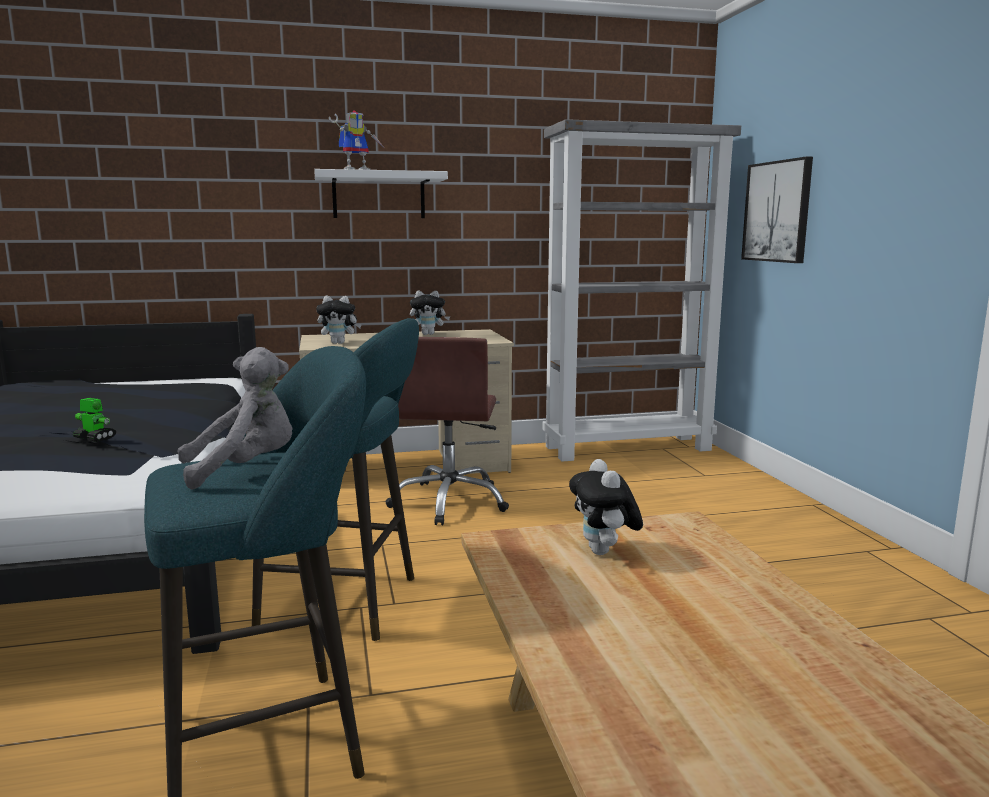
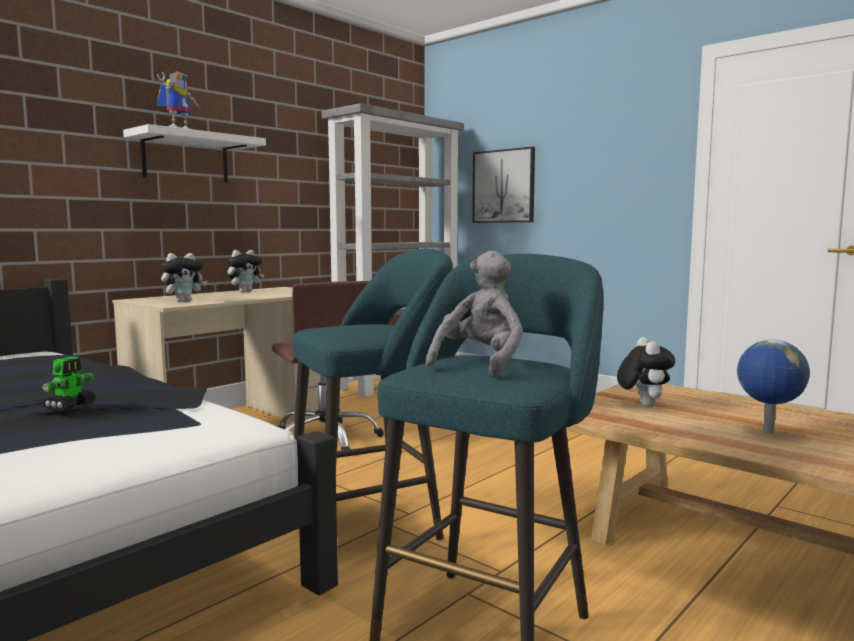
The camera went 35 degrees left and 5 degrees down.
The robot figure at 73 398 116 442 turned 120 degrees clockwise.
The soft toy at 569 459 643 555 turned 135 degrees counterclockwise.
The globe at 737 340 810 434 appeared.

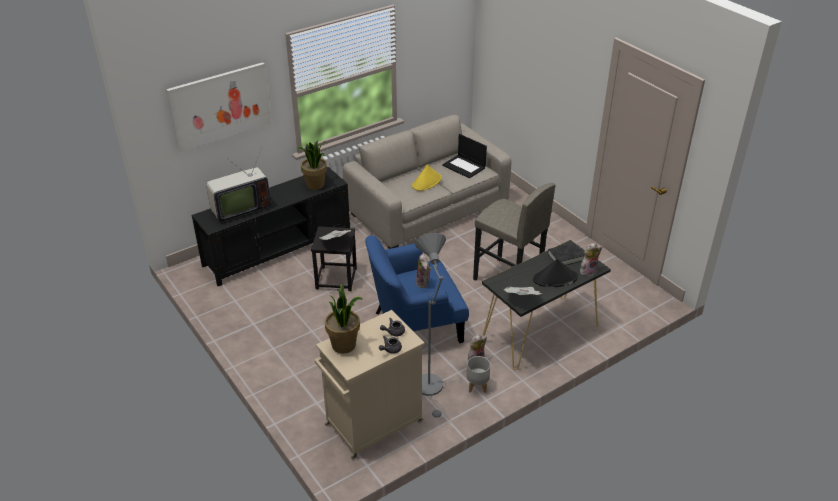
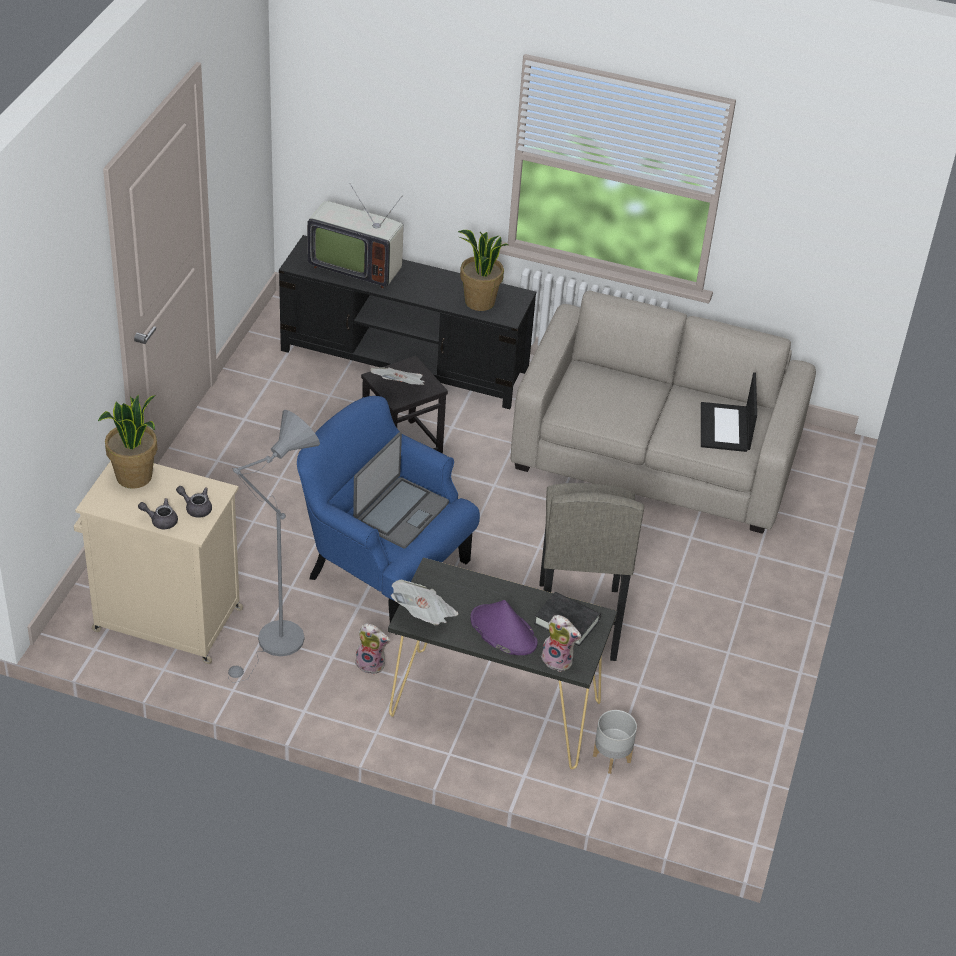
The camera went 50 degrees right and 5 degrees up.
The picture at 166 62 272 152 disappeared.
The yellowish clothing hat at 412 164 442 191 disappeared.
The soft toy at 416 254 432 288 was replaced by the laptop at 353 432 449 548.
The black clothing hat at 533 259 578 287 became the purple-coloured clothing hat at 470 600 537 655.
The greyish plant pot moved from 467 356 490 393 to 593 710 637 774.

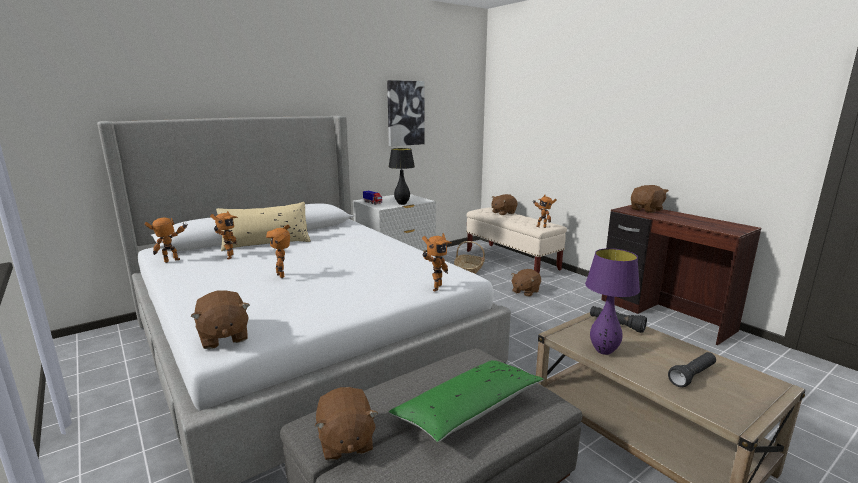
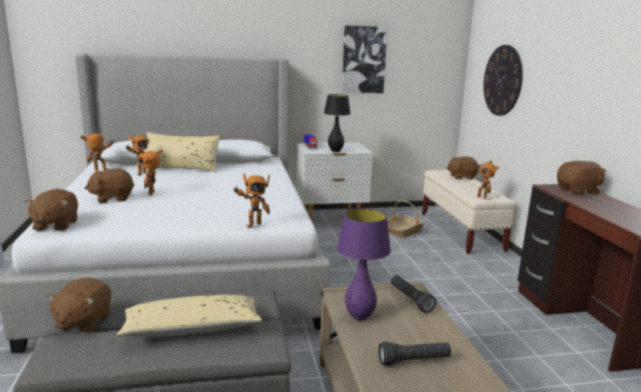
The camera went 25 degrees right and 0 degrees up.
The brownish soft toy moved from 511 269 541 297 to 85 169 134 203.
The green-coloured throw pillow at 389 360 544 442 became the beige throw pillow at 117 295 262 337.
The hanging clock at 483 45 523 116 appeared.

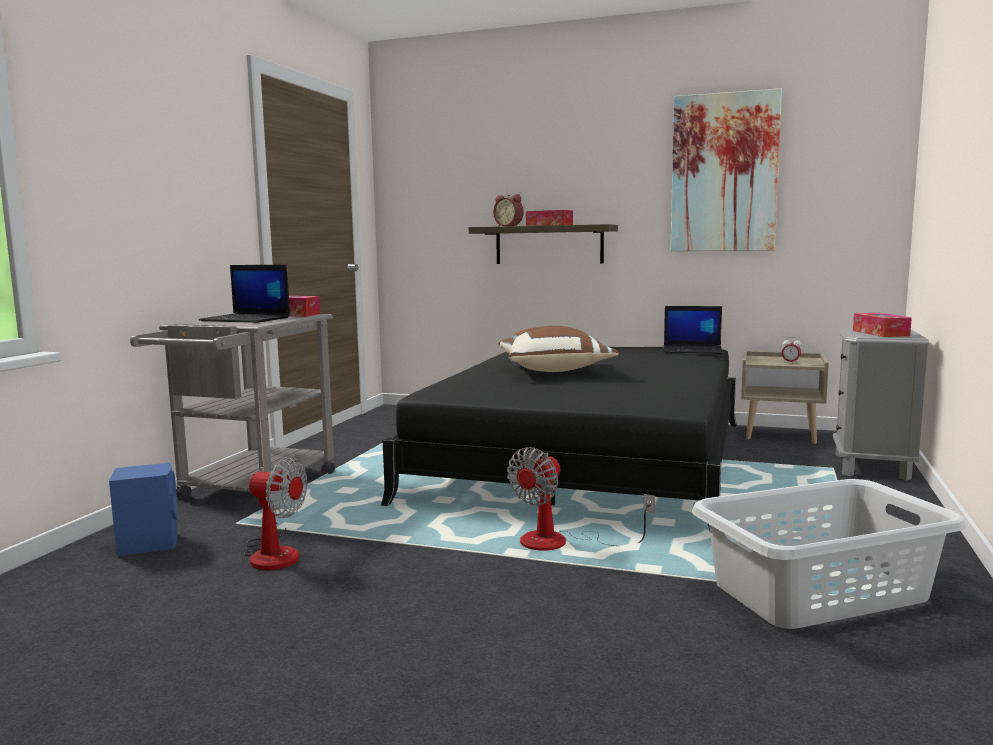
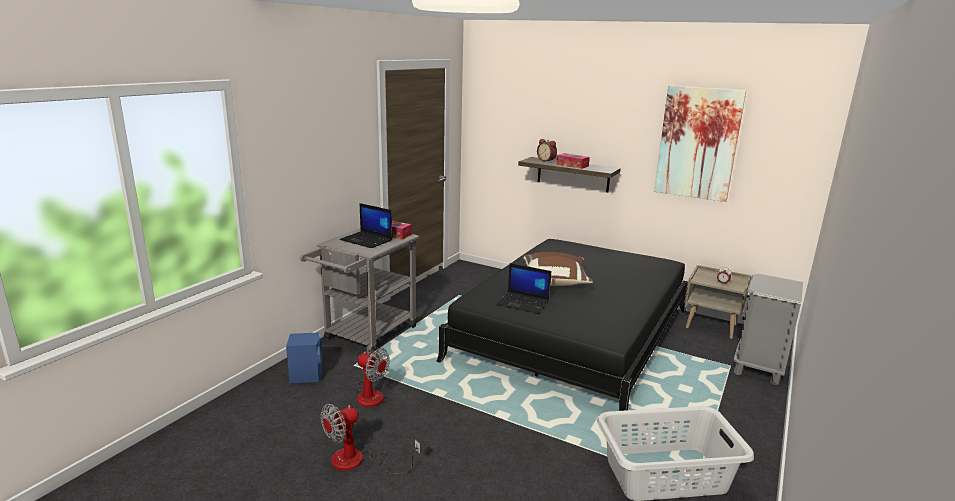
The camera went 10 degrees right and 10 degrees up.
The laptop moved from 663 306 723 354 to 496 263 551 314.
The tissue holder at 853 313 912 337 disappeared.
The fan moved from 507 447 655 551 to 321 404 420 475.

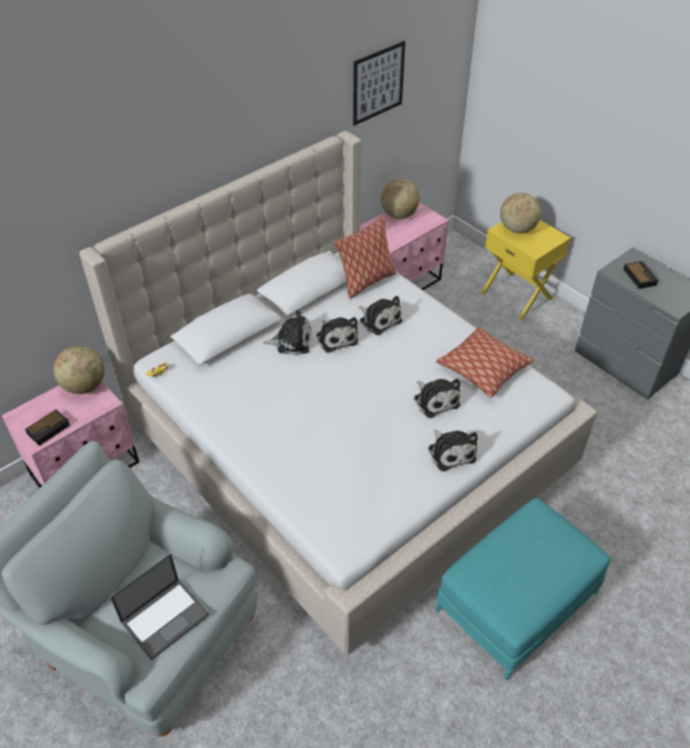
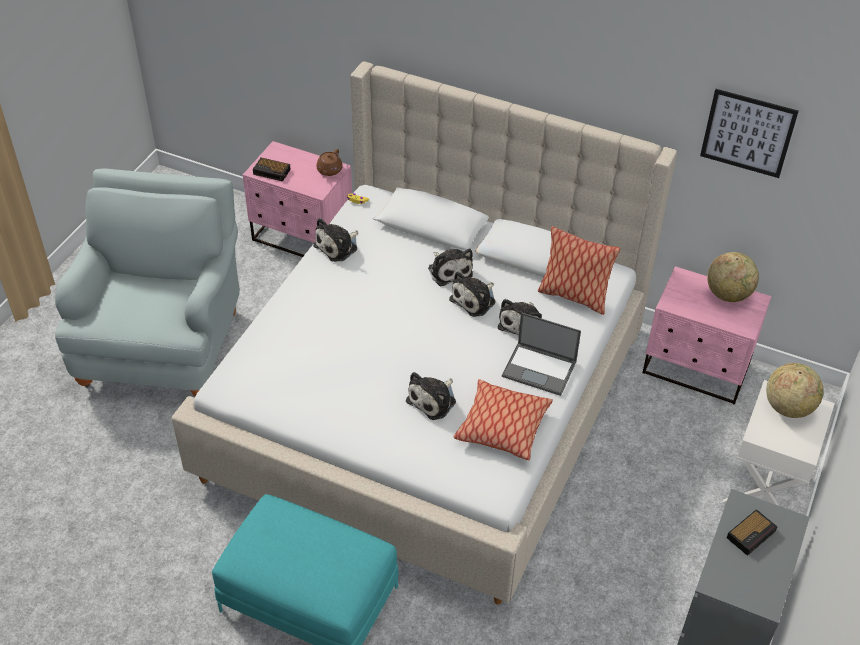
The camera went 65 degrees right and 0 degrees up.
The yellowish night table at 481 220 571 320 became the white-coloured night table at 723 380 835 506.
The globe at 53 345 105 394 was replaced by the brownish pot for tea at 316 149 343 176.
The soft toy moved from 428 430 477 472 to 313 218 358 262.
The laptop moved from 110 553 209 660 to 502 312 581 396.

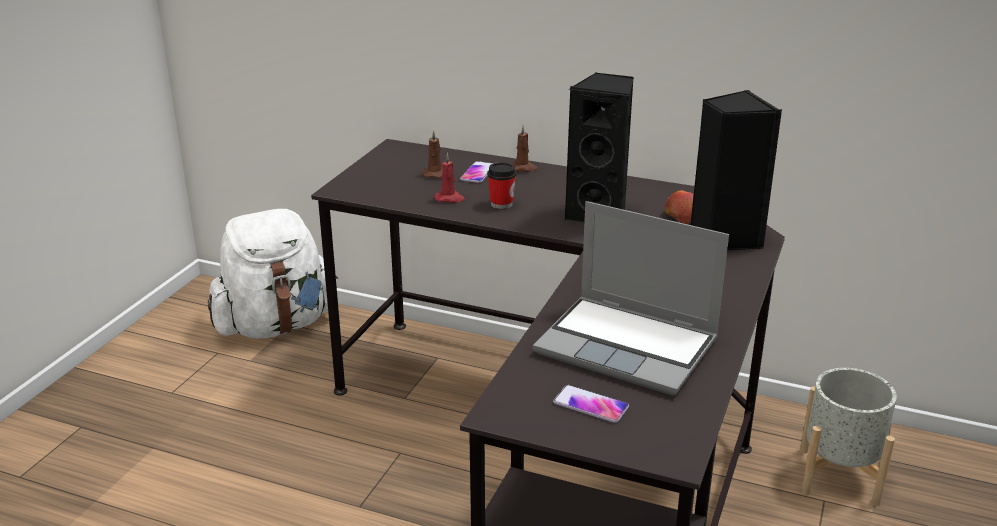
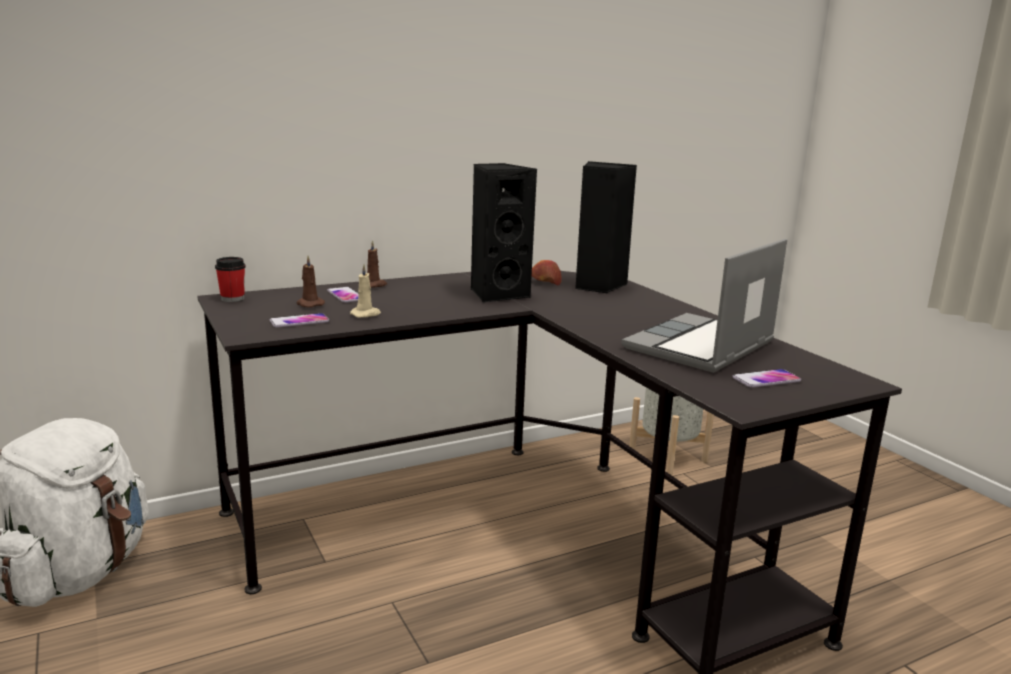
The camera went 50 degrees left and 10 degrees down.
The reddish candle at 434 153 465 203 became the beige candle at 350 264 381 318.
The cup moved from 487 162 516 209 to 215 257 246 302.
The laptop at 533 201 729 395 turned 150 degrees clockwise.
The phone at 270 313 329 328 appeared.

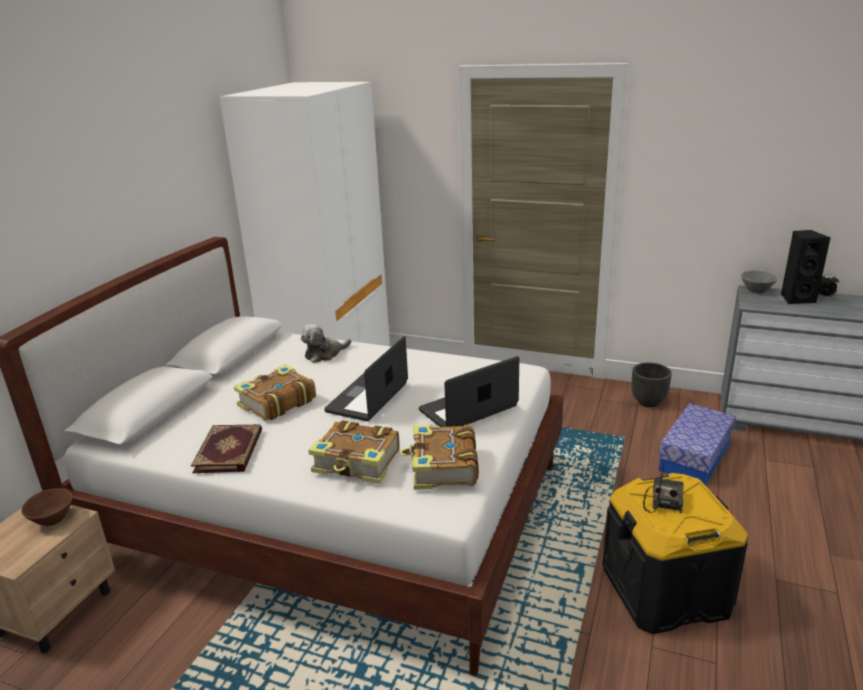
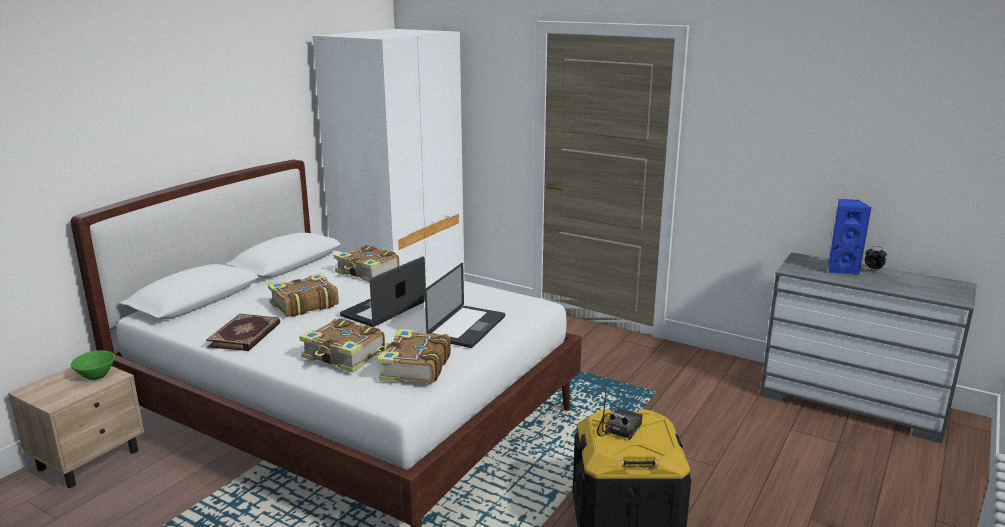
The camera went 10 degrees right and 5 degrees down.
The black speaker at 781 230 831 304 became the blue-coloured speaker at 828 199 871 274.
The greyish bowl at 741 270 778 293 disappeared.
The soft toy at 301 324 351 363 was replaced by the bound book at 334 245 399 282.
The laptop at 419 356 519 427 turned 135 degrees clockwise.
The black plant pot at 632 362 672 407 disappeared.
The storage bin at 658 403 736 485 disappeared.
The brownish bowl at 21 488 73 526 became the green-coloured bowl at 71 350 115 380.

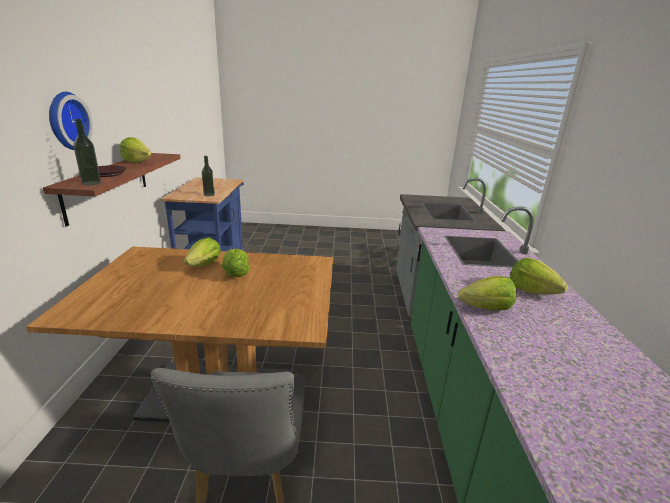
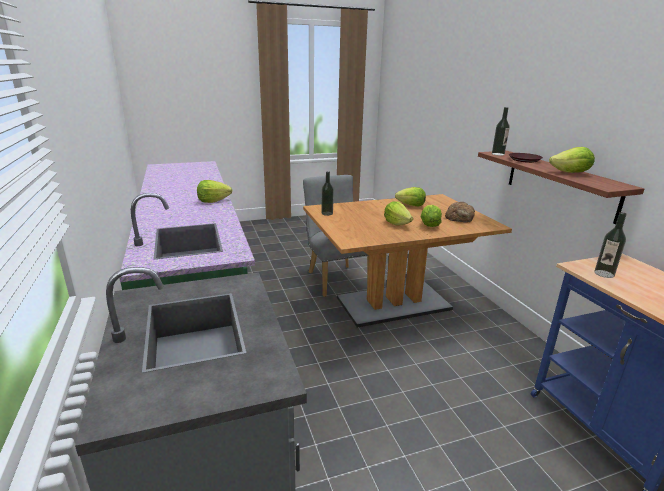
The camera went 160 degrees right and 0 degrees up.
The hanging clock at 49 92 93 150 disappeared.
The lettuce moved from 510 258 568 295 to 395 187 426 206.
The beverage bottle at 321 171 334 216 appeared.
The bread at 445 202 475 222 appeared.

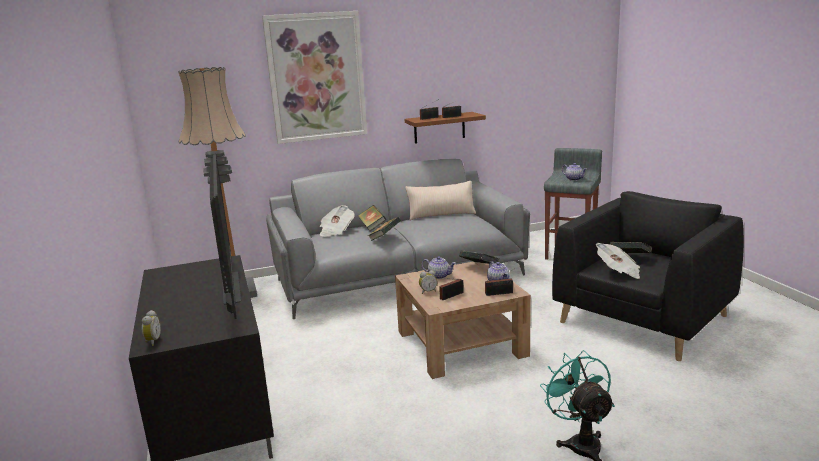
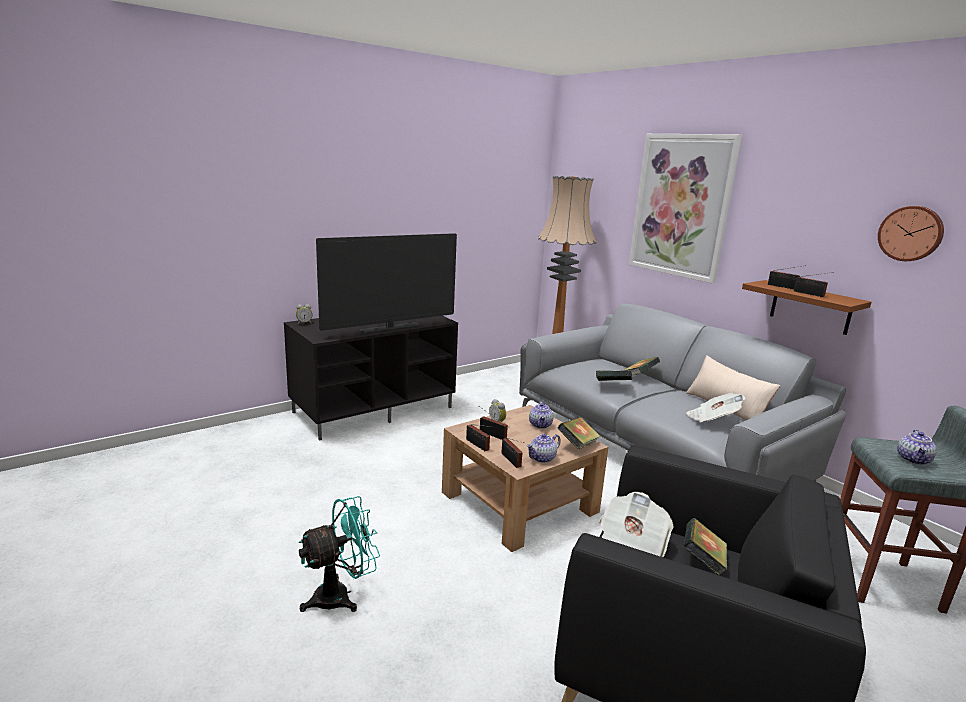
The camera went 70 degrees right and 0 degrees up.
The printed paper moved from 320 205 355 237 to 686 393 746 423.
The hanging clock at 878 206 944 261 appeared.
The radio at 466 424 492 451 appeared.

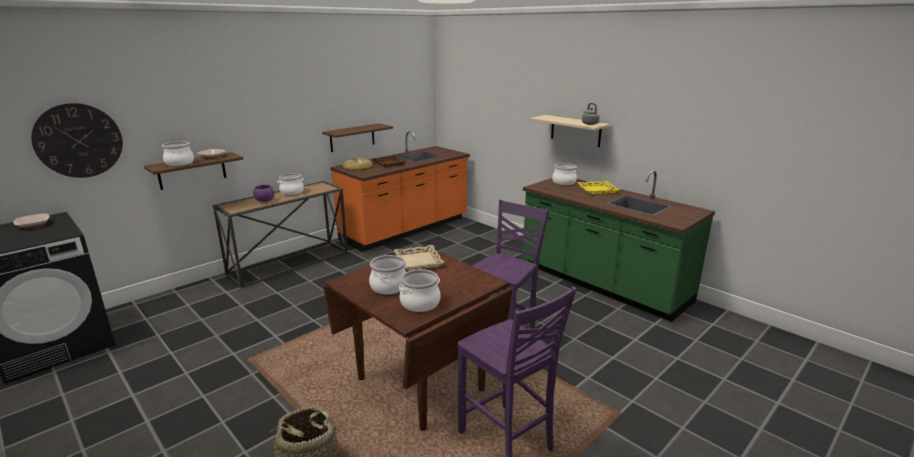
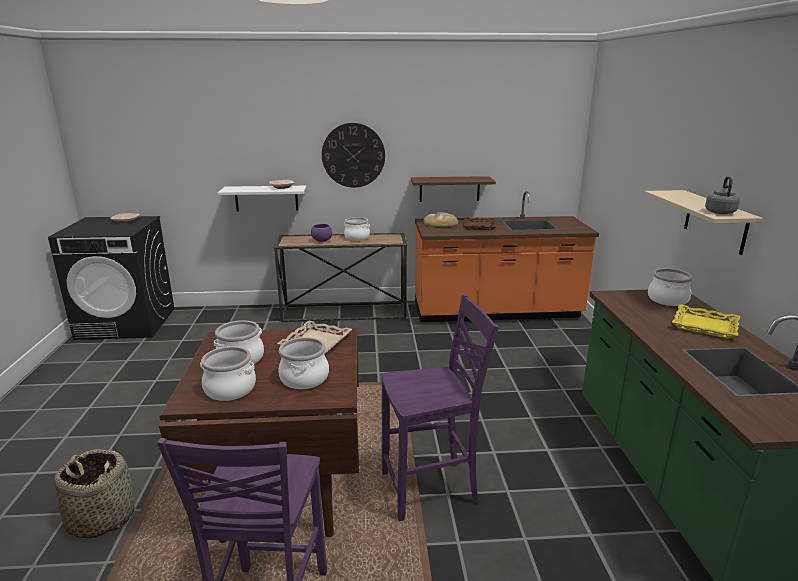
The camera went 40 degrees right and 0 degrees up.
The hanging clock moved from 31 103 123 178 to 322 123 385 188.
The saucepot moved from 162 142 194 166 to 278 337 329 389.
The brownish shelf at 144 152 243 190 became the white-coloured shelf at 218 186 306 211.

